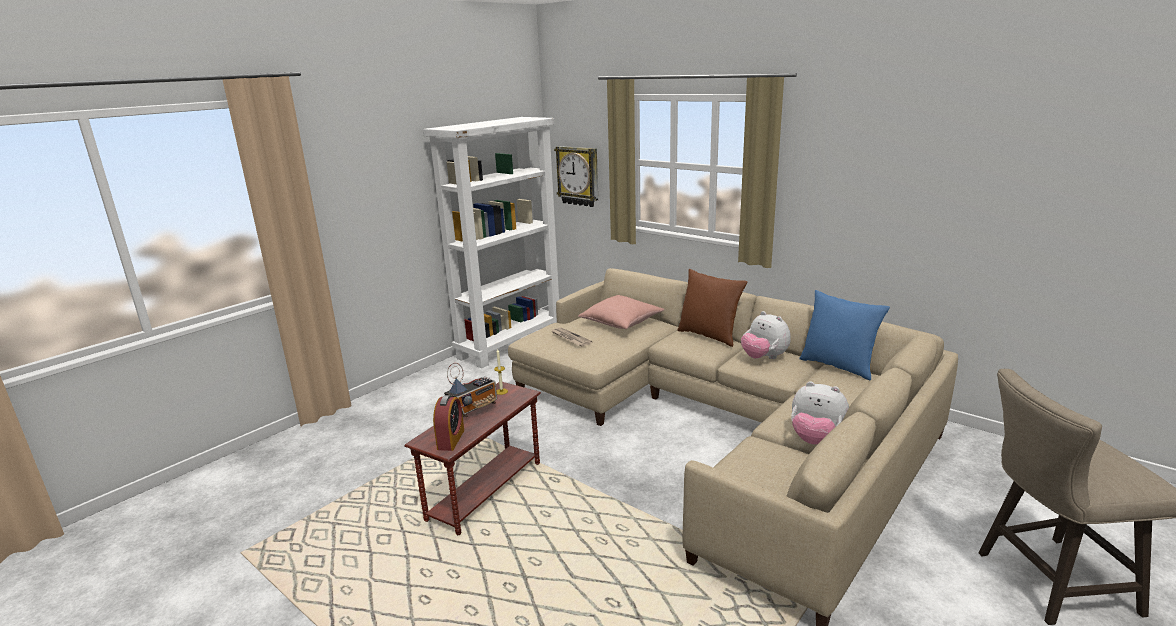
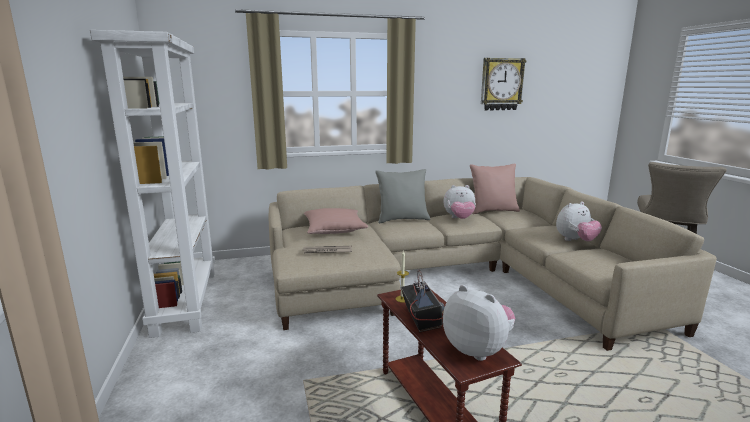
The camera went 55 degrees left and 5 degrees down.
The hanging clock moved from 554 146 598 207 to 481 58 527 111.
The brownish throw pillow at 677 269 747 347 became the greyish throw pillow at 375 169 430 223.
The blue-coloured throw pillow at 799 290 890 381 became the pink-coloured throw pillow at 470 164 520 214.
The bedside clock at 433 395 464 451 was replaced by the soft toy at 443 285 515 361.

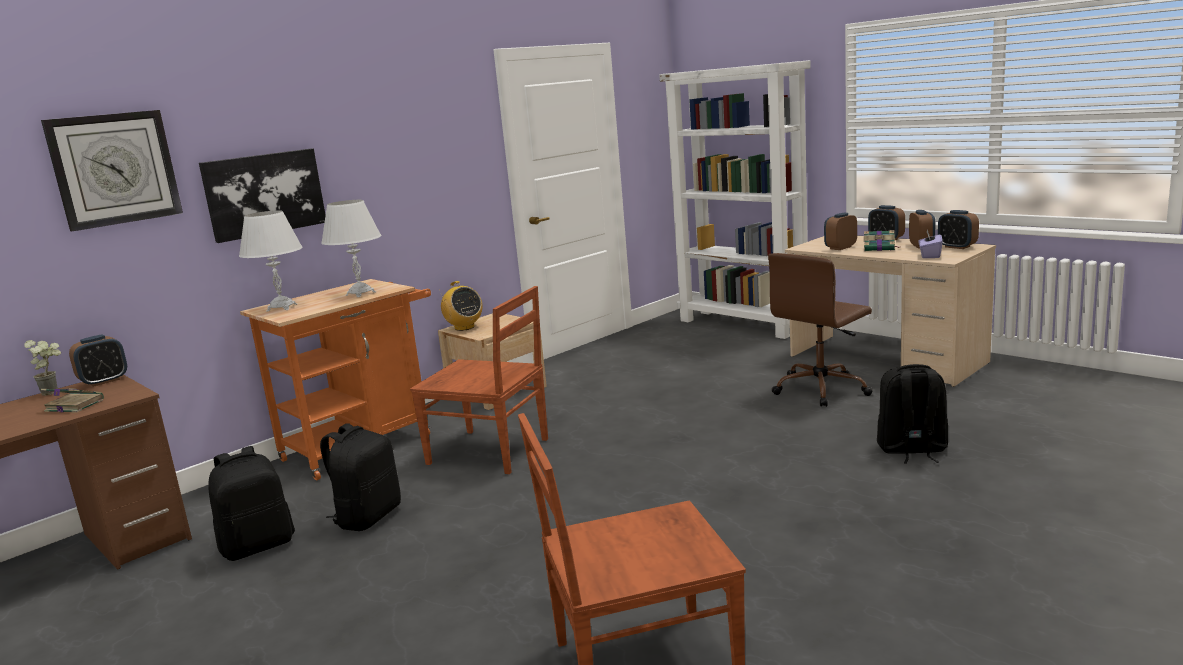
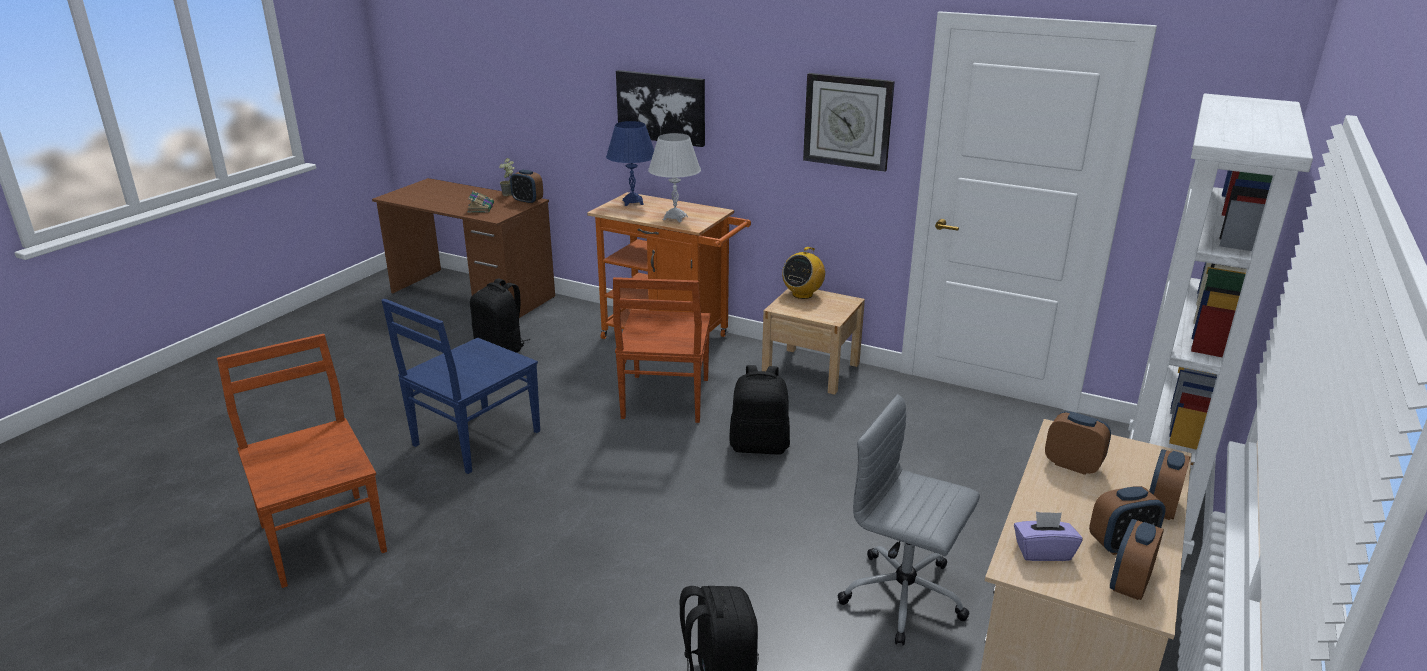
The camera went 70 degrees right and 10 degrees up.
The hanging clock moved from 41 110 183 231 to 803 73 895 172.
The white-coloured table lamp at 239 210 303 312 became the blue-coloured table lamp at 606 121 654 206.
The bound book at 864 230 900 251 disappeared.
The brownish office chair at 768 253 873 407 became the greyish office chair at 837 394 980 645.
The black backpack moved from 320 424 401 531 to 729 365 790 455.
The blue-coloured chair at 381 299 540 474 appeared.

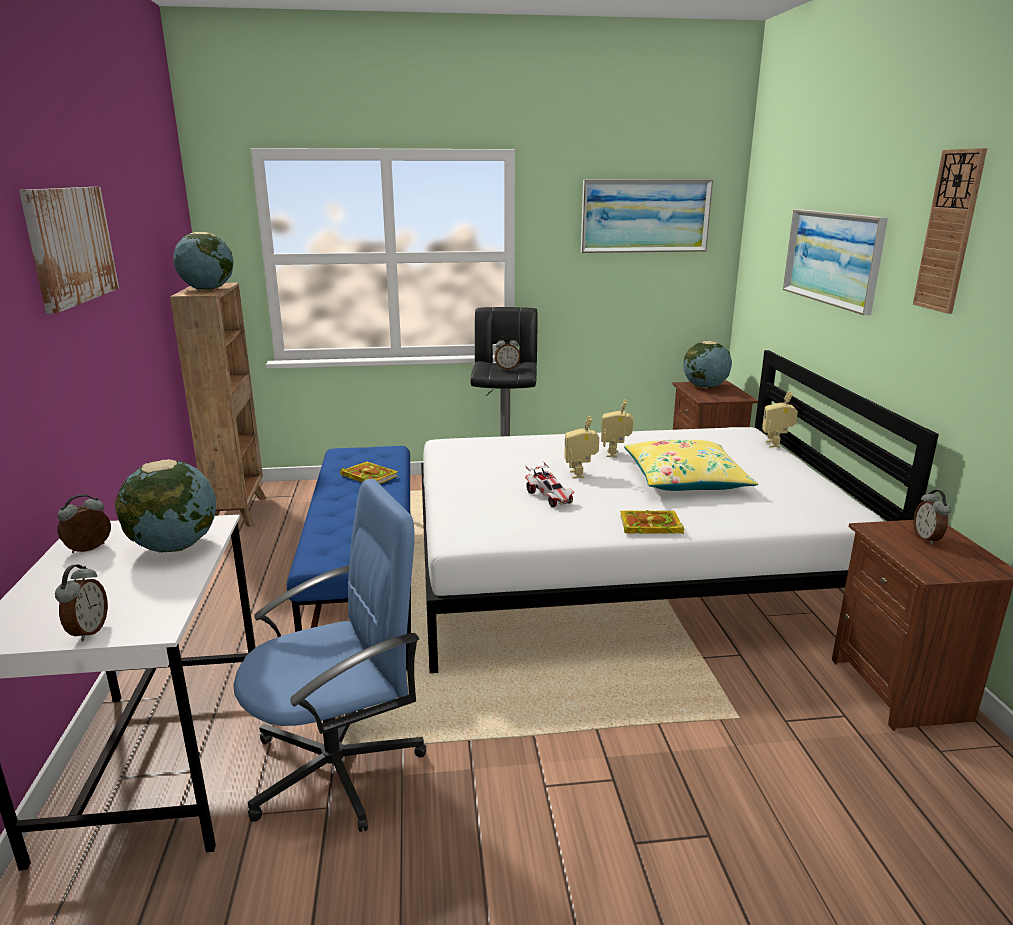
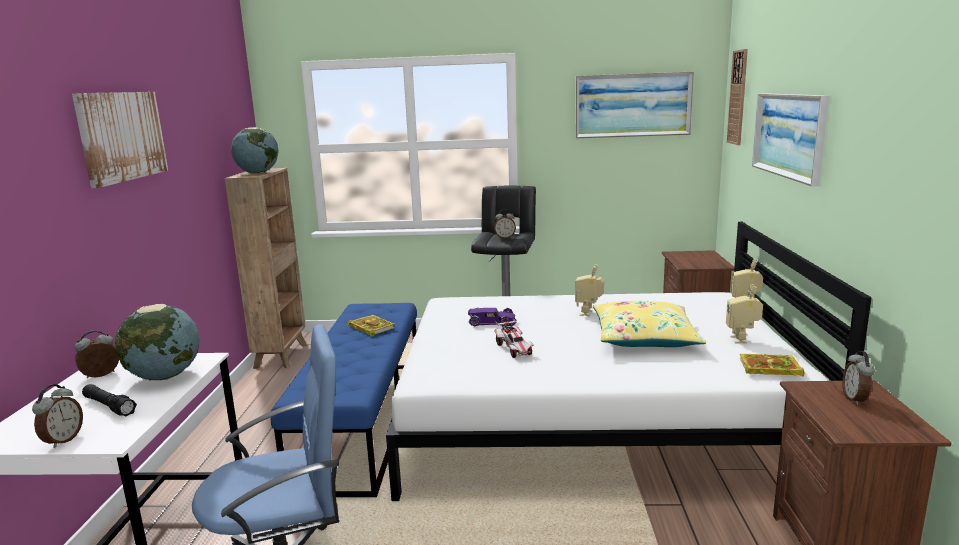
The camera went 10 degrees right and 5 degrees down.
The hanging clock moved from 913 148 987 314 to 727 49 748 145.
The globe at 683 341 732 388 disappeared.
The robot figure moved from 564 416 599 479 to 726 284 763 344.
The bound book moved from 620 510 684 534 to 739 354 804 376.
The purple-coloured model car at 468 308 517 327 appeared.
The black hand torch at 82 384 137 416 appeared.

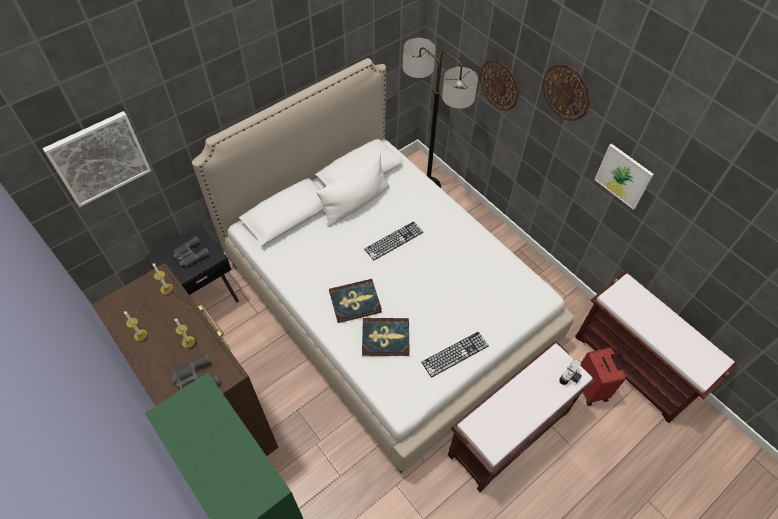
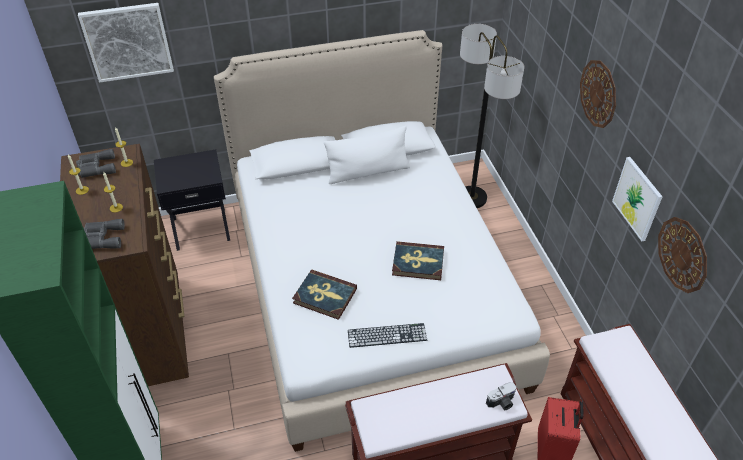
The camera went 25 degrees right and 10 degrees down.
The hanging clock moved from 479 60 519 111 to 658 217 707 293.
The PC keyboard at 364 222 423 260 disappeared.
The greyish binoculars moved from 173 236 210 267 to 76 149 116 178.
The bound book moved from 329 279 382 323 to 392 241 444 280.

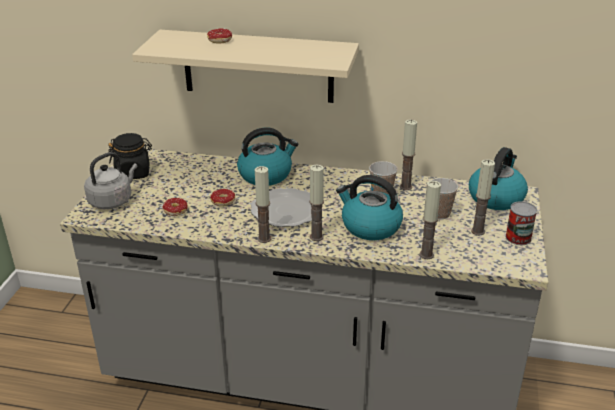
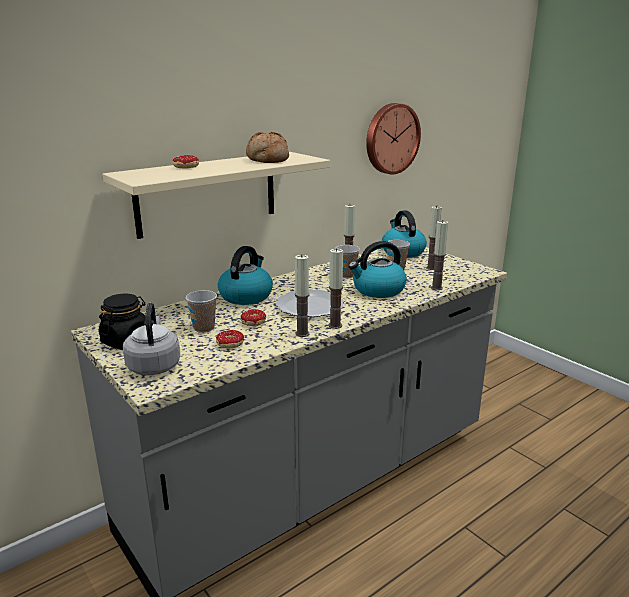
The camera went 50 degrees left and 10 degrees down.
The candle moved from 309 165 324 241 to 295 255 310 337.
The metal can at 505 201 537 245 disappeared.
The hanging clock at 366 103 421 174 appeared.
The bread at 246 132 289 163 appeared.
The cup at 186 290 217 333 appeared.

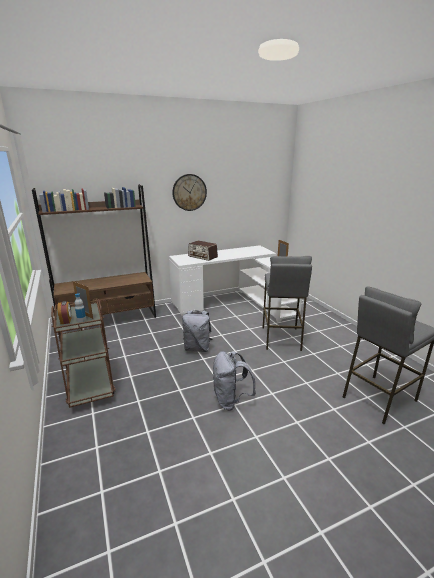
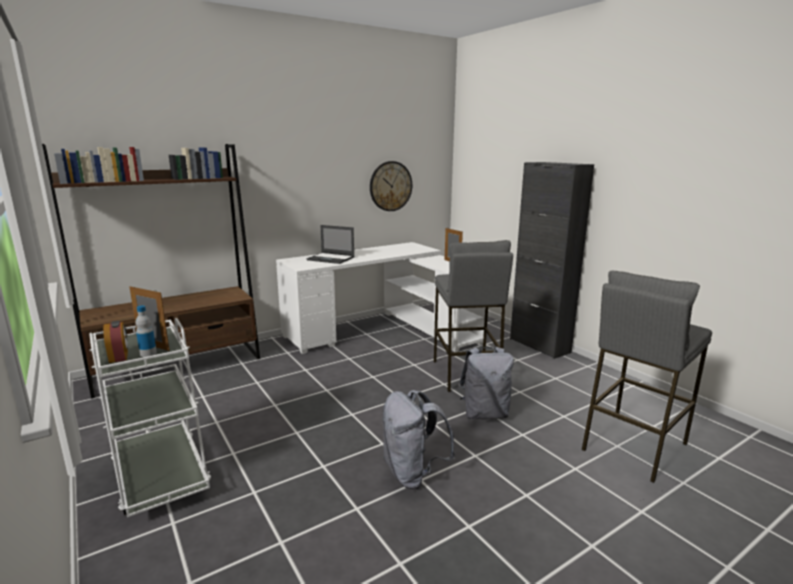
The camera went 10 degrees left and 5 degrees down.
The hanging clock moved from 172 174 207 211 to 370 161 412 211.
The radio at 188 241 218 261 was replaced by the laptop at 307 225 355 264.
The brownish wheeled cart at 51 299 116 408 became the white-coloured wheeled cart at 89 318 211 517.
The greyish backpack moved from 182 310 212 352 to 459 347 514 419.
The black cupboard at 510 162 594 359 appeared.

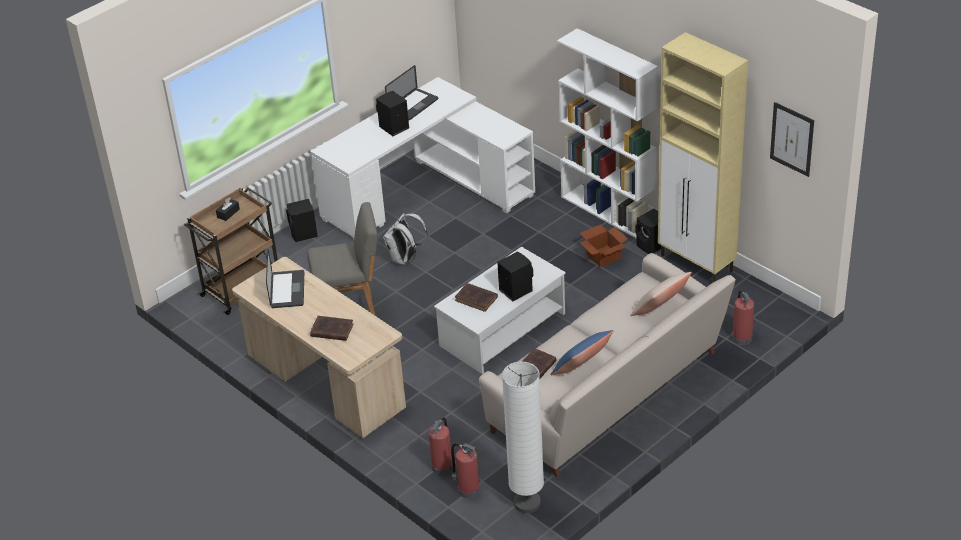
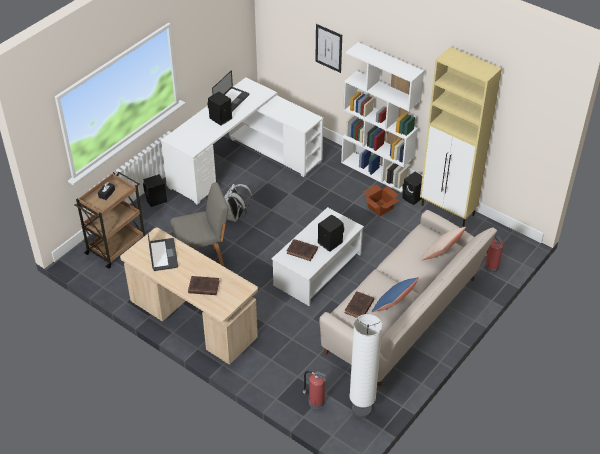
The camera went 10 degrees left and 5 degrees up.
The picture moved from 770 102 814 177 to 315 24 342 73.
The extinguisher at 429 417 453 475 disappeared.

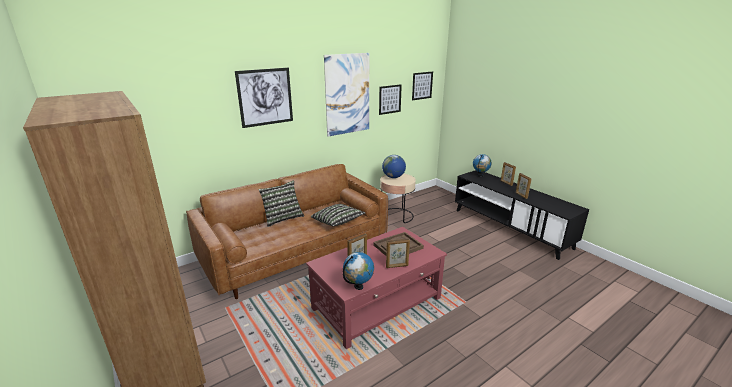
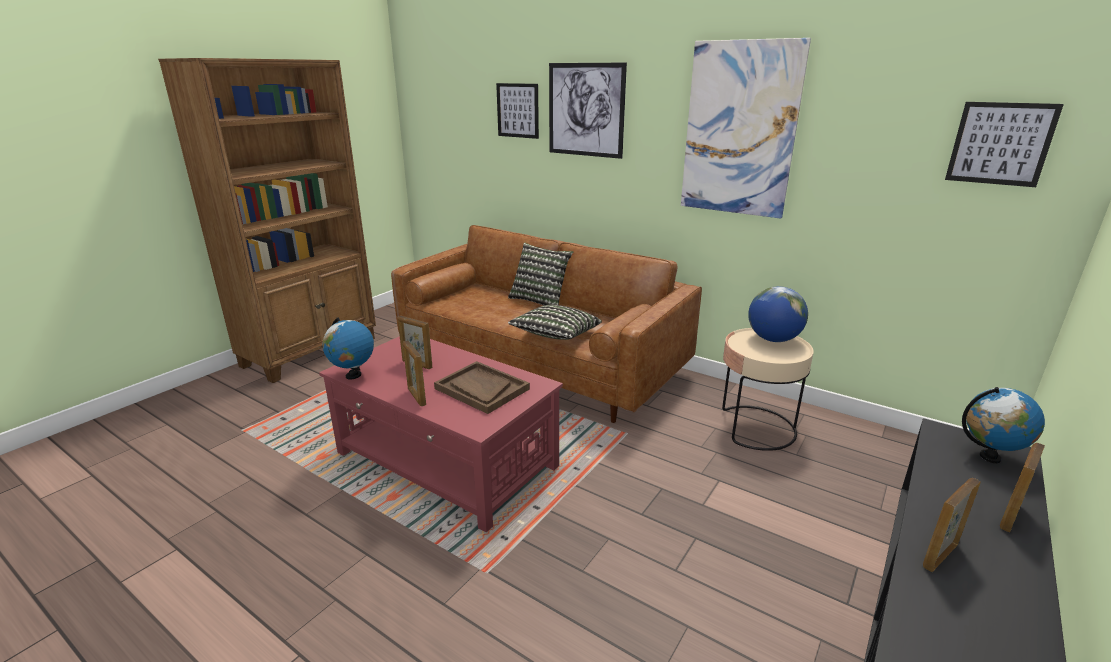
The camera went 70 degrees right and 0 degrees up.
The picture moved from 379 84 402 115 to 496 83 539 139.

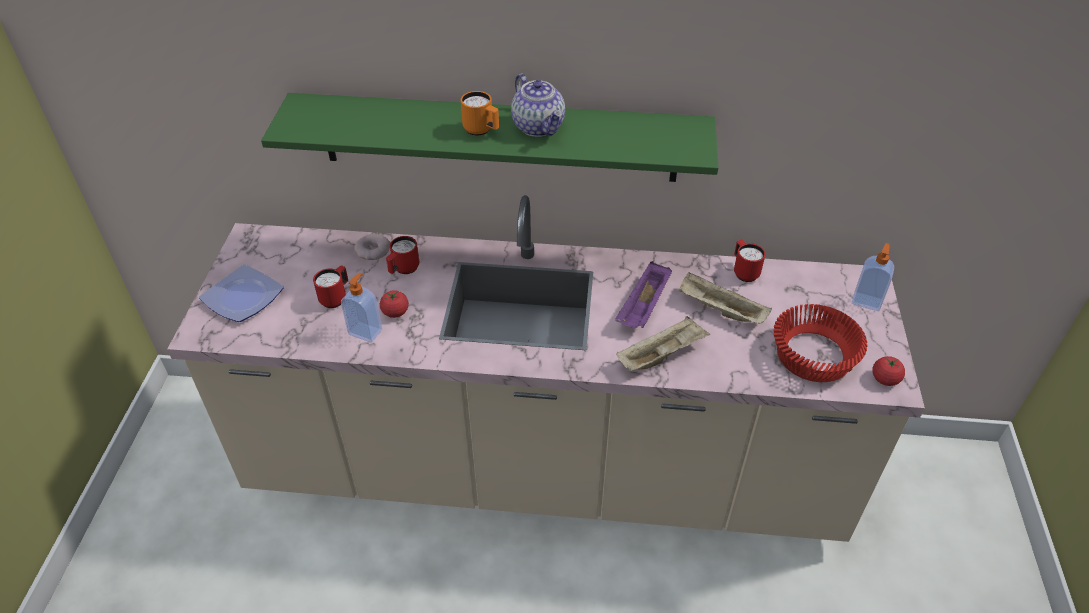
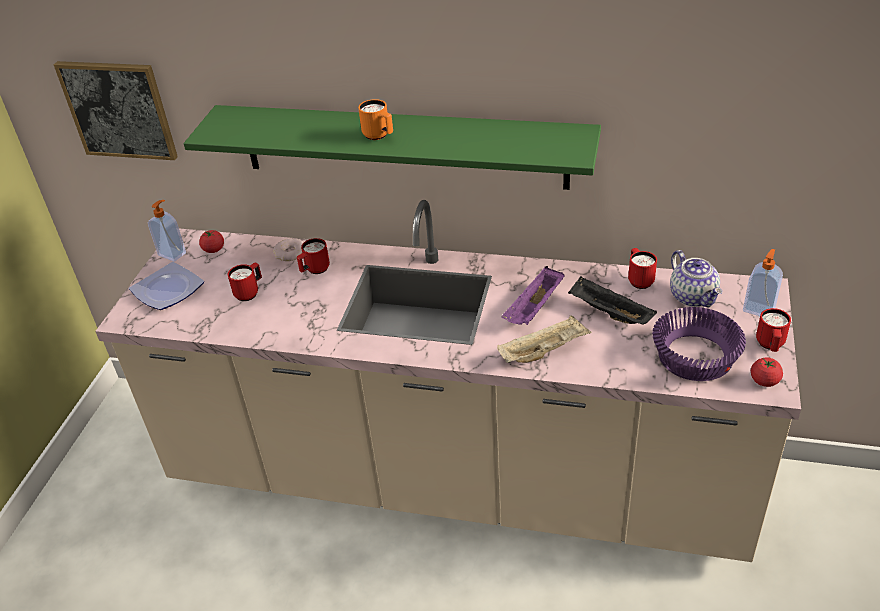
The camera went 10 degrees right and 5 degrees down.
The pot for tea moved from 511 74 565 137 to 670 250 722 308.
The beige tray at 679 272 772 324 became the black tray at 568 277 657 325.
The soap dispenser moved from 341 273 382 343 to 148 200 186 262.
The fresh tomato moved from 380 290 409 318 to 199 230 224 253.
The reddish bowl at 773 304 868 382 became the purple-coloured bowl at 652 307 746 381.
The picture at 54 61 178 160 appeared.
The reddish mug at 756 308 791 352 appeared.

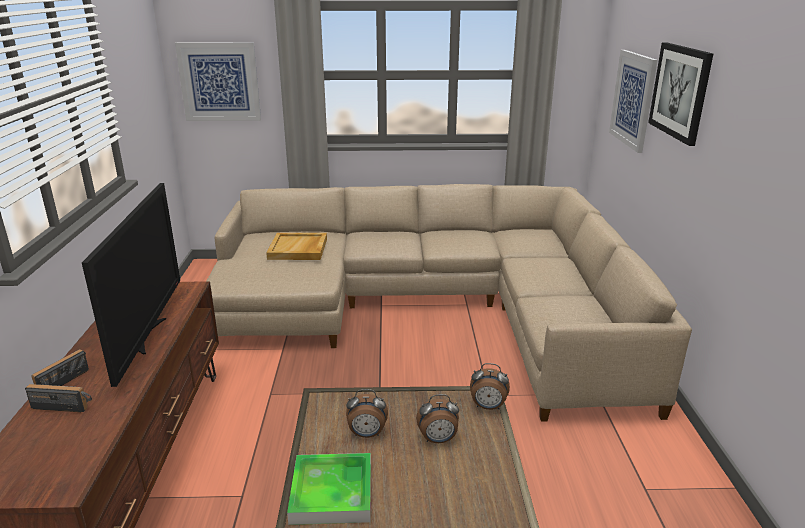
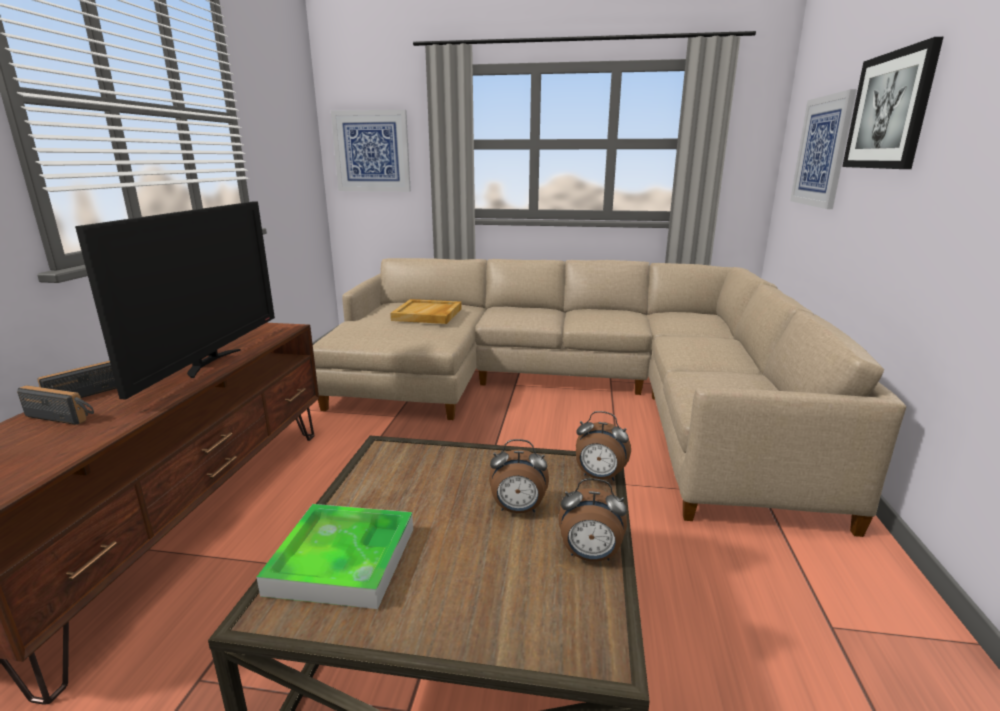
The camera went 10 degrees right and 5 degrees down.
The bedside clock moved from 346 389 388 438 to 558 478 627 561.

